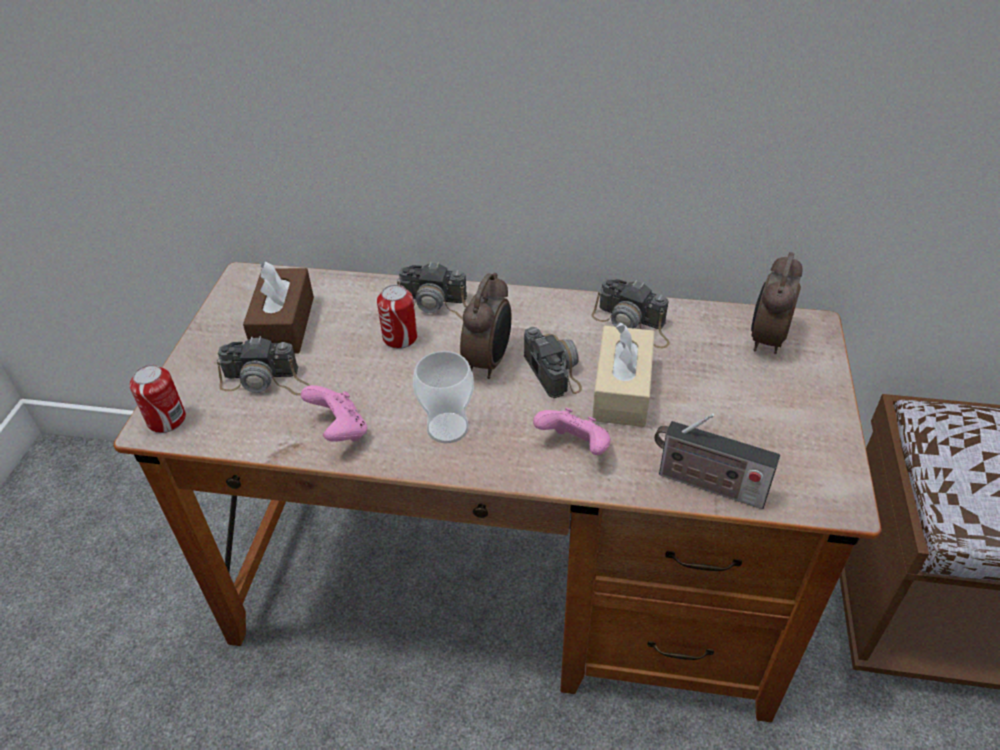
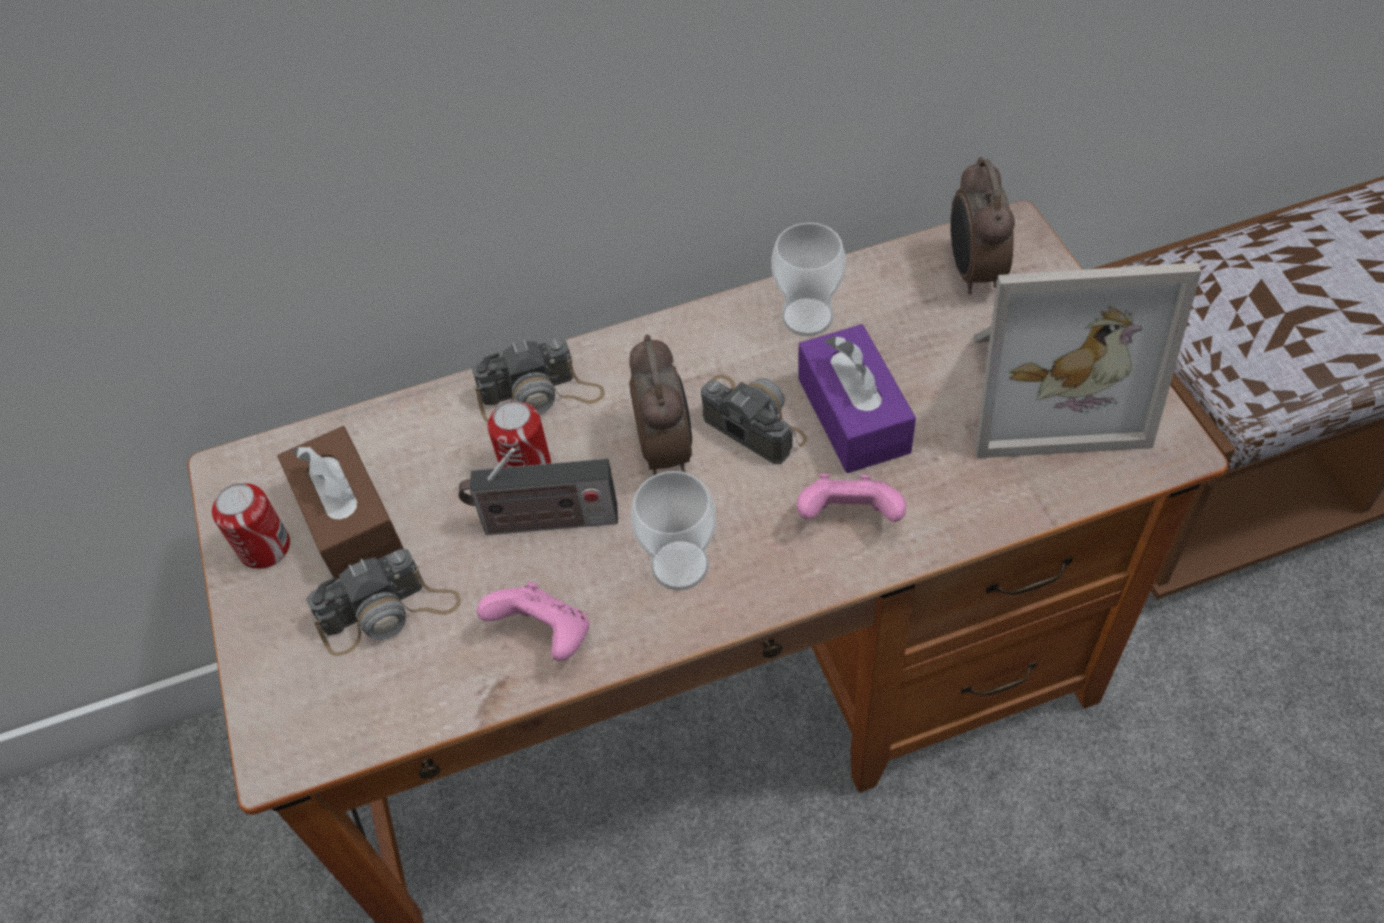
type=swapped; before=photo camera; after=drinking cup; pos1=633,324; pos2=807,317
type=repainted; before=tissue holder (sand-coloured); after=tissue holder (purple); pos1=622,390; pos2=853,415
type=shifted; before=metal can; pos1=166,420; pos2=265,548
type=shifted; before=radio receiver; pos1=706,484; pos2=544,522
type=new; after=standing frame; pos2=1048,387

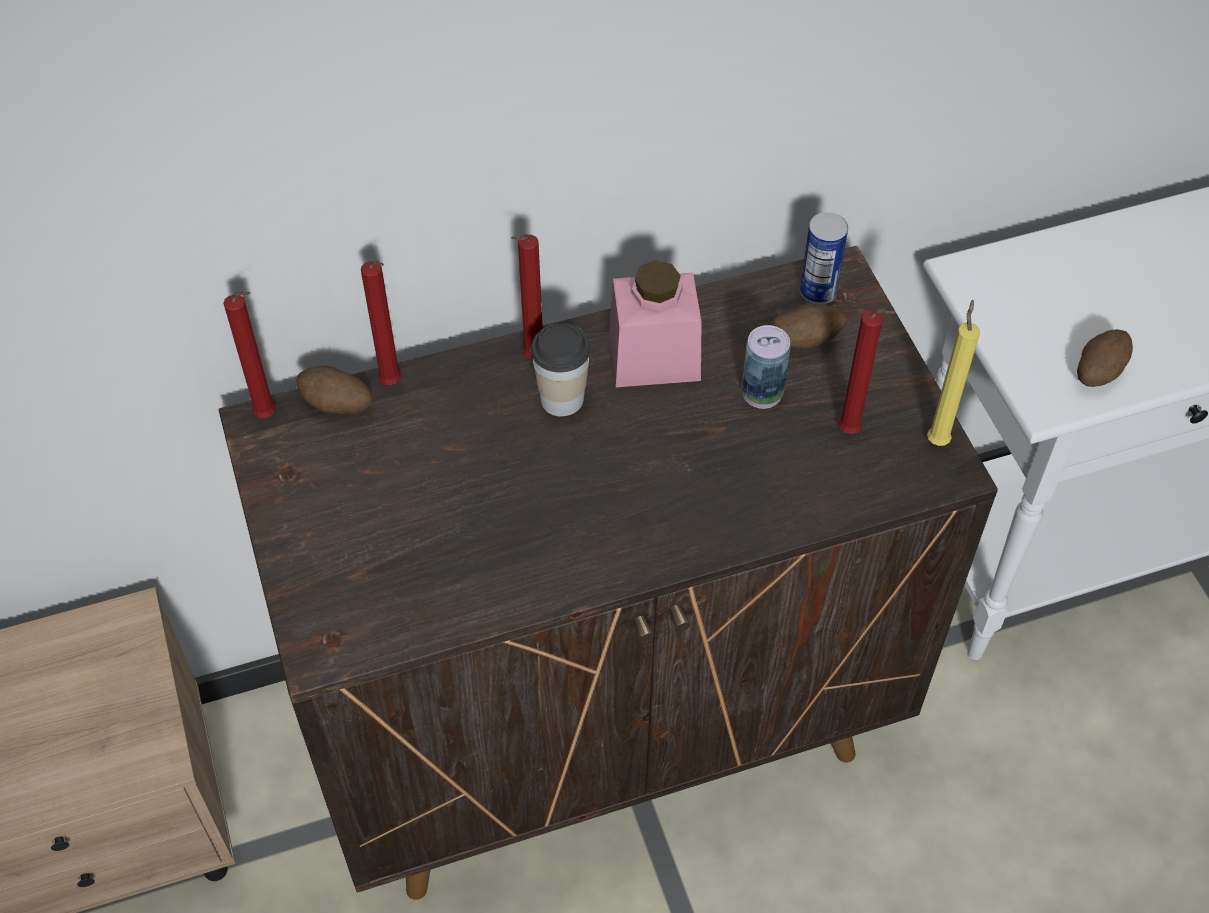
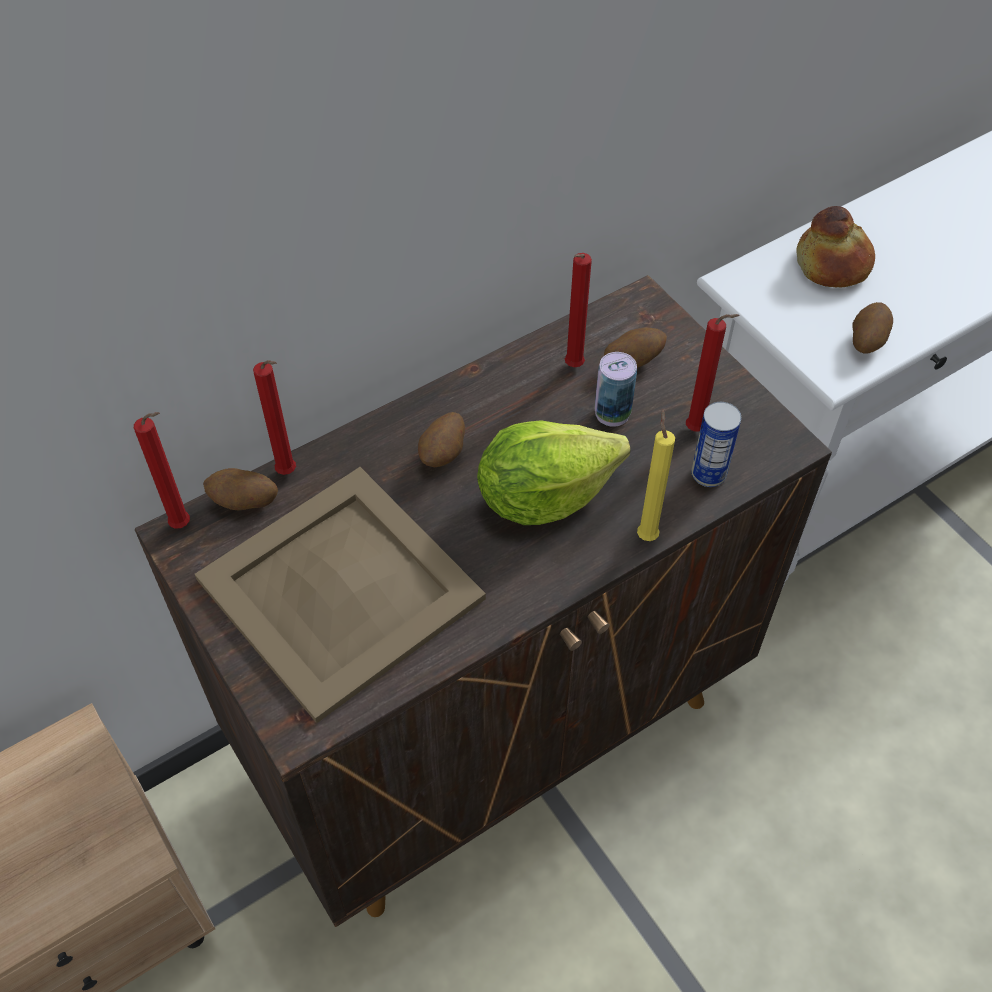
type=shifted; before=metal can; pos1=817,293; pos2=708,474
type=shifted; before=wax light (reddish); pos1=531,358; pos2=572,367
type=gone; before=jar (pinkish); pos1=654,357
type=shifted; before=wax light (yellowish); pos1=937,439; pos2=646,534
type=swapped; before=drinking cup; after=potato; pos1=562,399; pos2=443,454
type=new; after=baked bread; pos2=833,264
type=new; after=lettuce; pos2=544,496
type=new; after=serving tray (sand-coloured); pos2=339,591

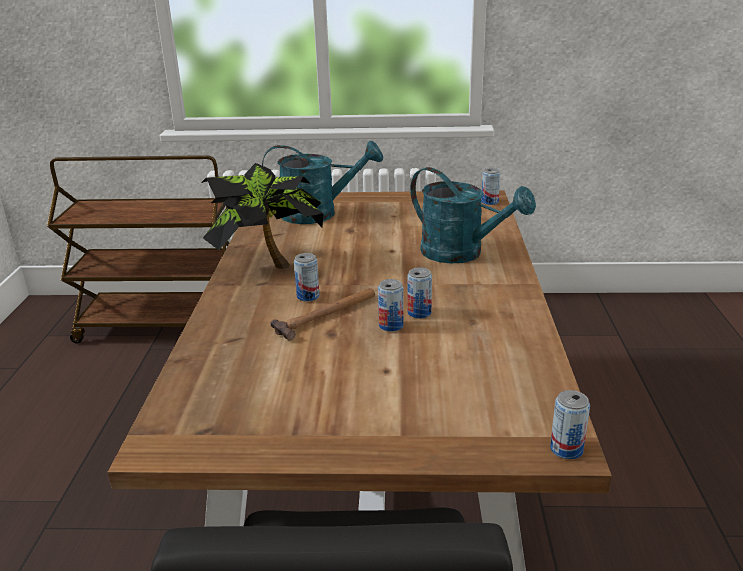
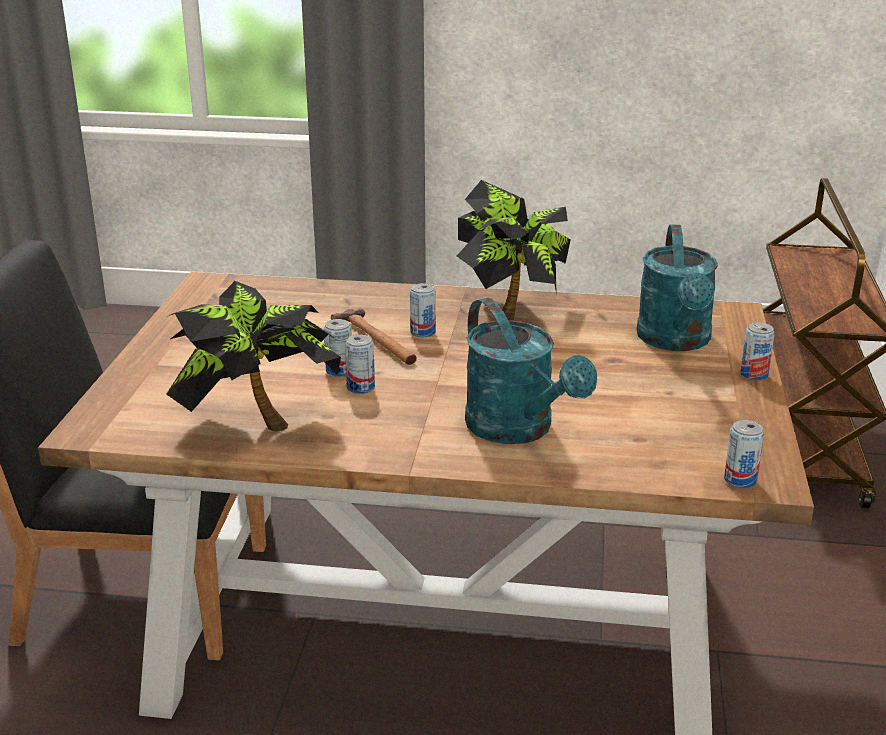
type=rotated; before=watering pot (blue-green); pos1=461,254; pos2=518,430; turn=-75
type=shifted; before=metal can; pos1=566,449; pos2=754,374
type=new; after=plant in a pot; pos2=256,424

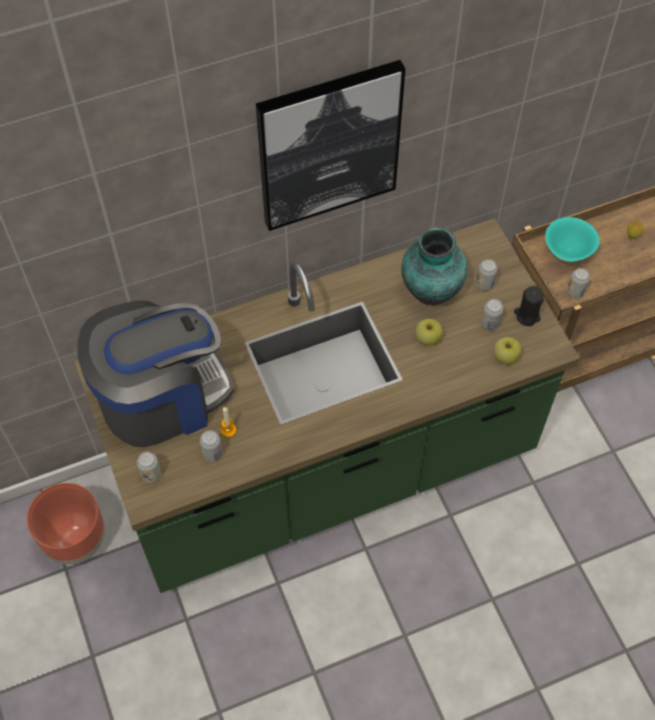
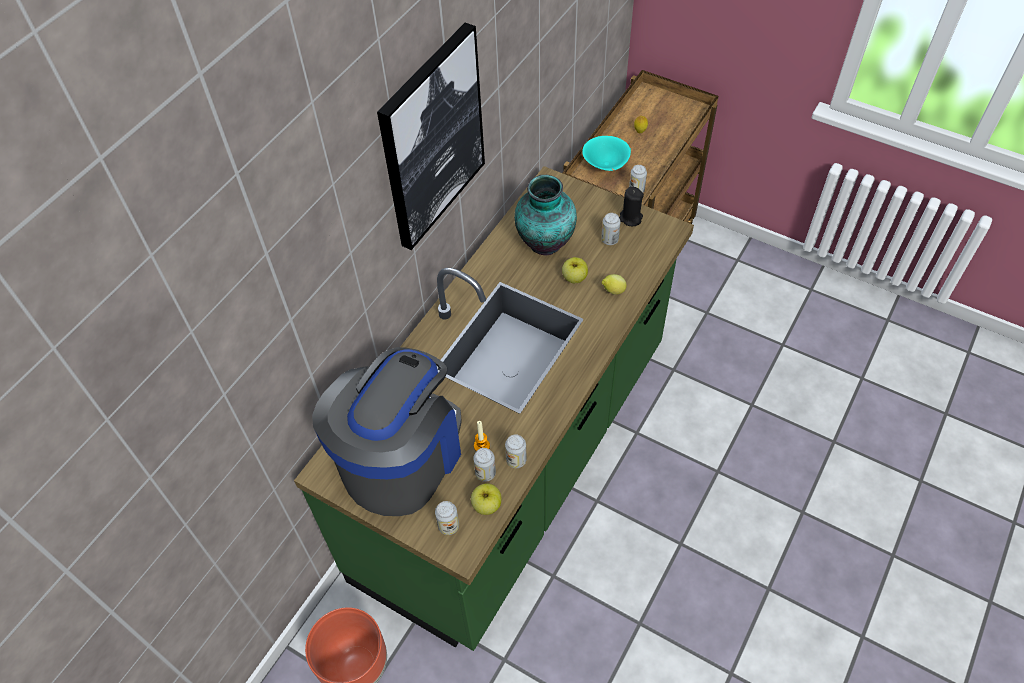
type=shifted; before=metal can; pos1=484,284; pos2=516,460
type=shifted; before=apple fruit; pos1=505,357; pos2=486,505
type=new; after=whole lemon; pos2=613,291

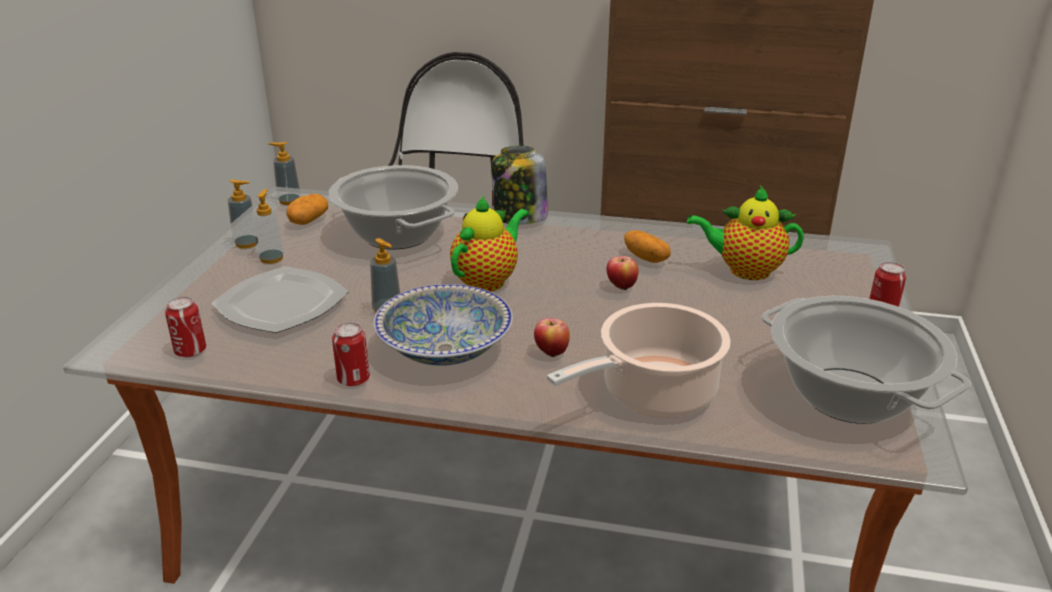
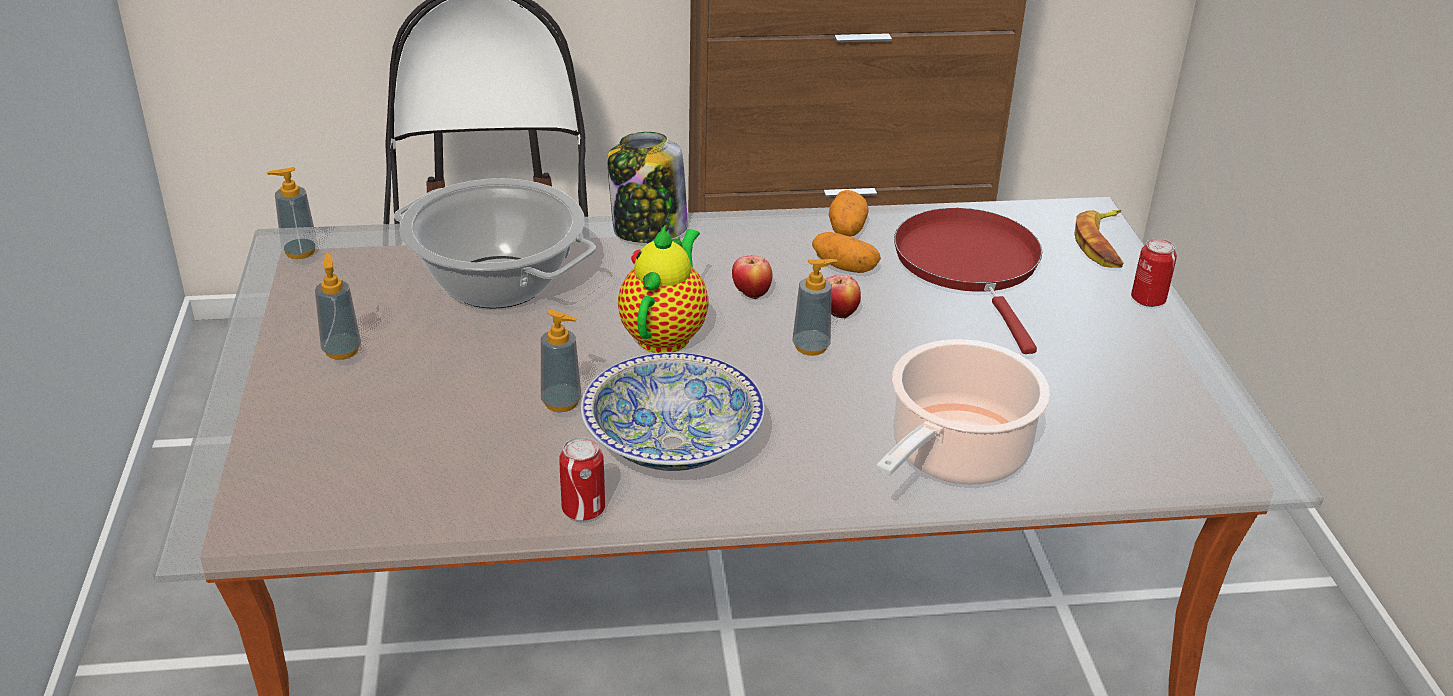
type=shifted; before=liquid soap bottle; pos1=247,244; pos2=811,346
type=swapped; before=tea pot; after=skillet (reddish); pos1=744,270; pos2=970,266
type=shifted; before=potato; pos1=308,220; pos2=846,228
type=gone; before=dinner plate; pos1=280,304
type=gone; before=metal can; pos1=190,351
type=gone; before=cooking pot; pos1=850,396
type=shifted; before=apple fruit; pos1=551,353; pos2=751,295
type=new; after=banana fruit; pos2=1103,244

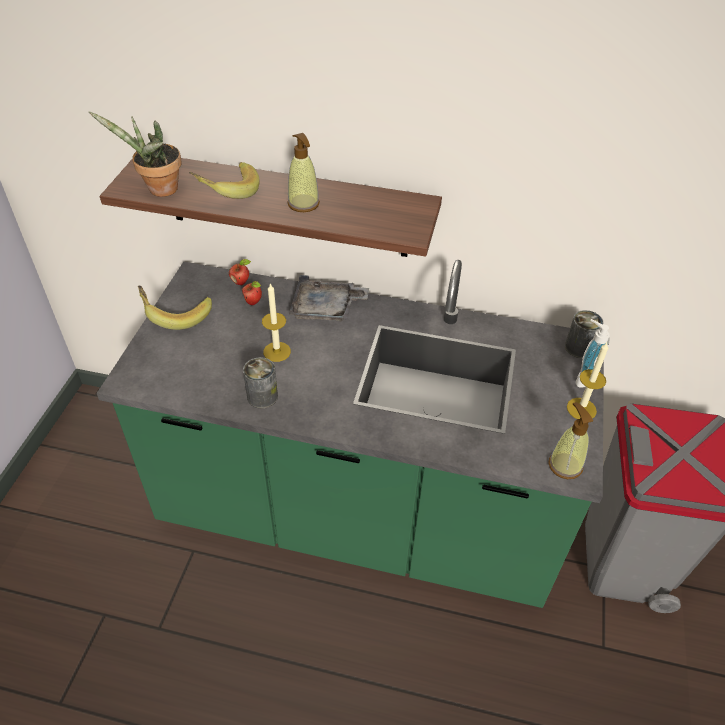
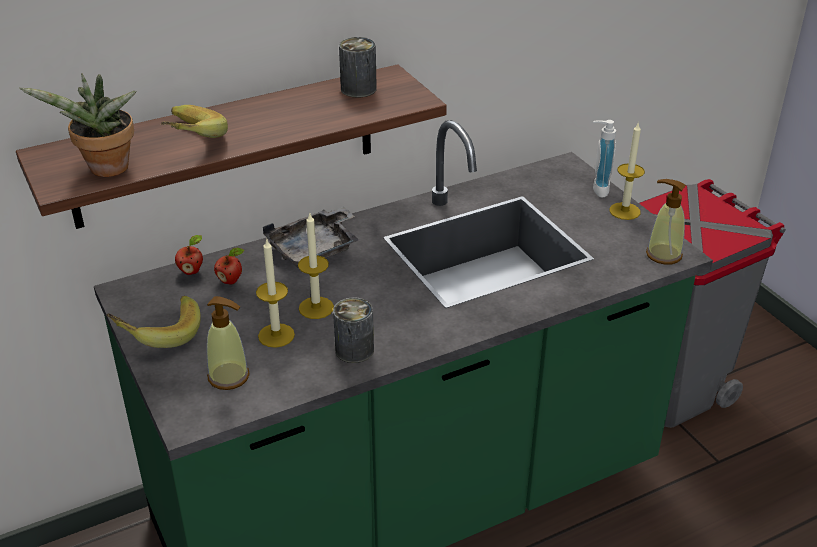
type=shifted; before=liquid soap bottle; pos1=303,204; pos2=229,376
type=shifted; before=metal can; pos1=579,347; pos2=358,89
type=new; after=wax light; pos2=276,335

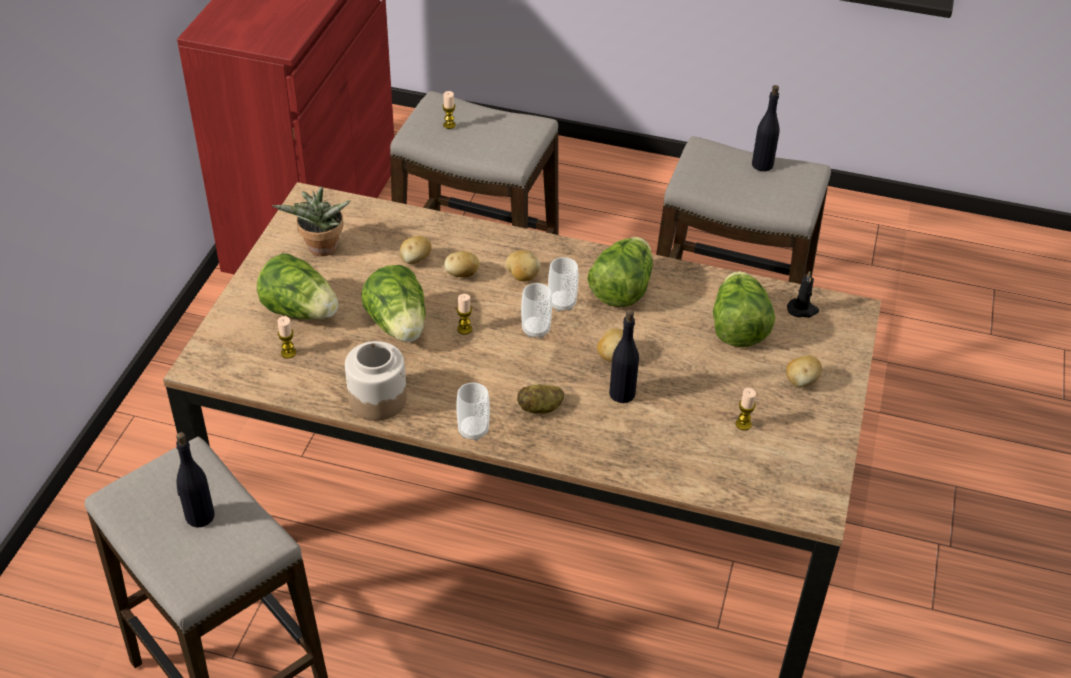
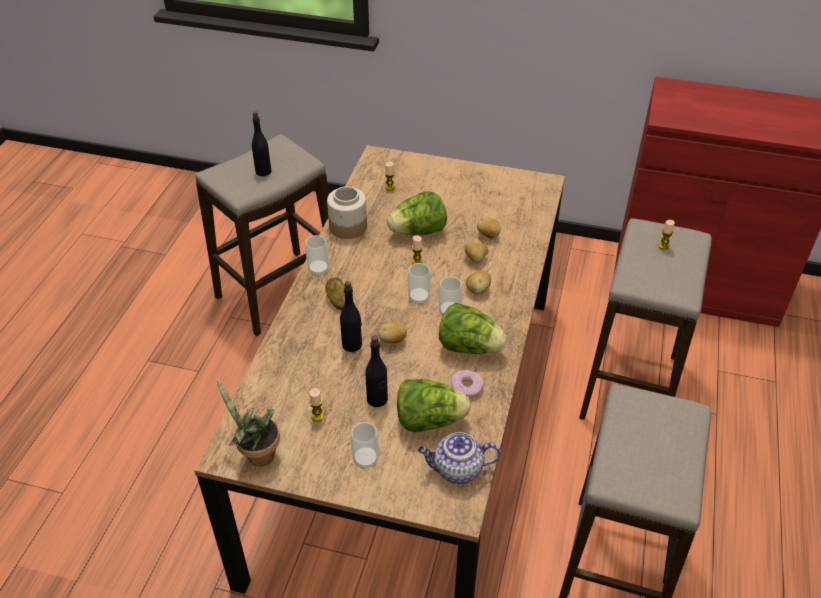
type=shifted; before=beverage bottle (blackish); pos1=762,165; pos2=377,399
type=shifted; before=plant in a pot; pos1=321,250; pos2=256,455
type=gone; before=lettuce; pos1=300,311
type=swapped; before=wax light (blackish); after=tea pot; pos1=802,310; pos2=457,470
type=swapped; before=potato; after=drinking cup; pos1=801,381; pos2=365,460
type=new; after=donut; pos2=467,387

